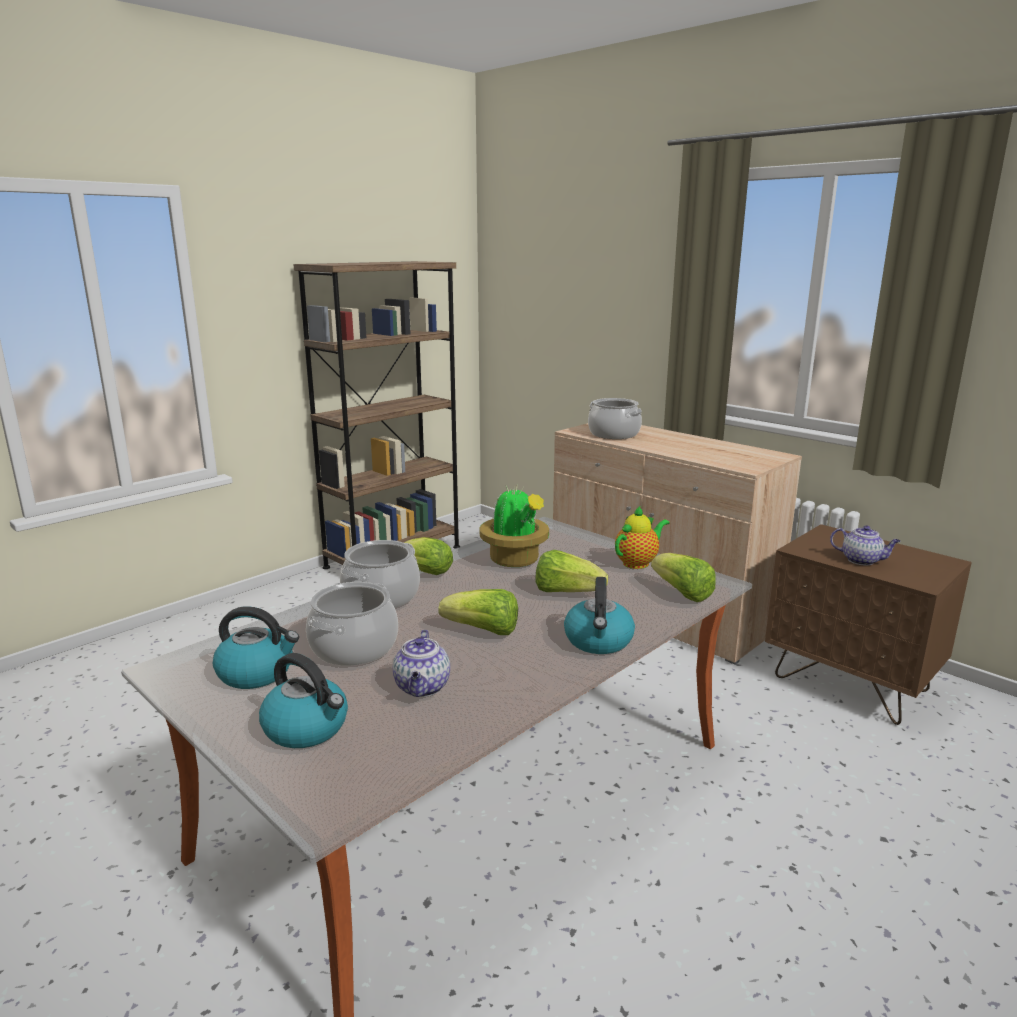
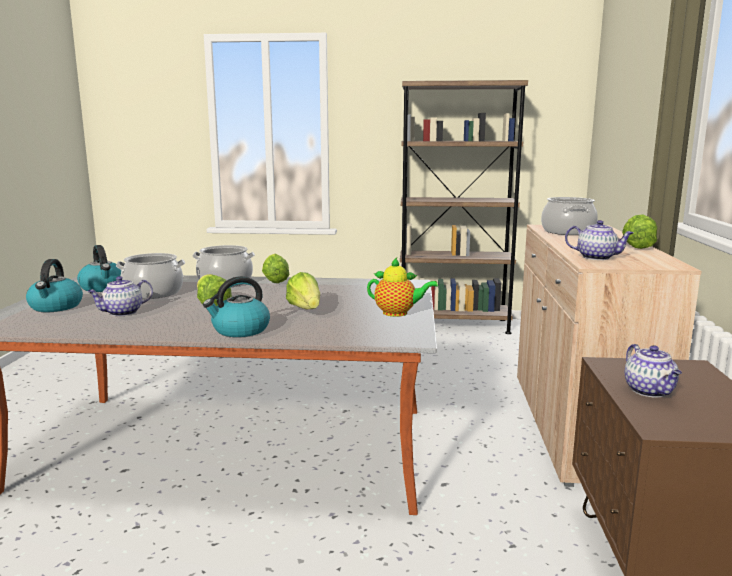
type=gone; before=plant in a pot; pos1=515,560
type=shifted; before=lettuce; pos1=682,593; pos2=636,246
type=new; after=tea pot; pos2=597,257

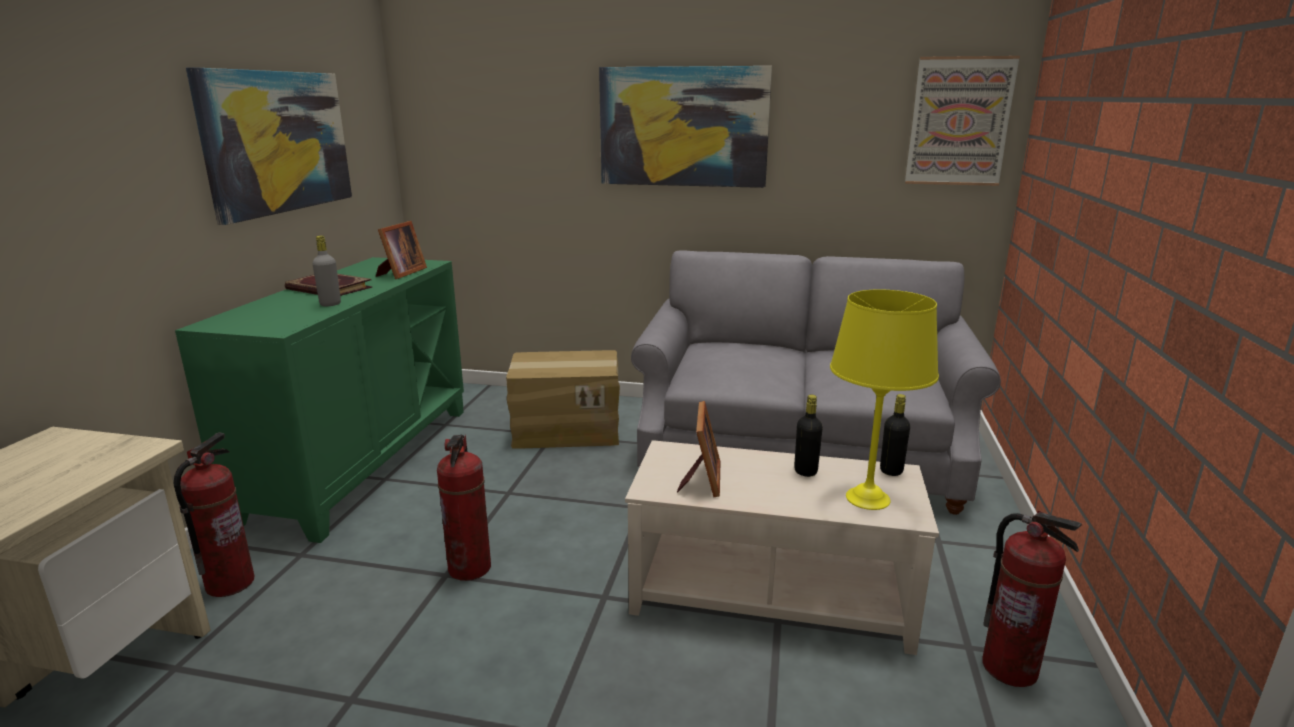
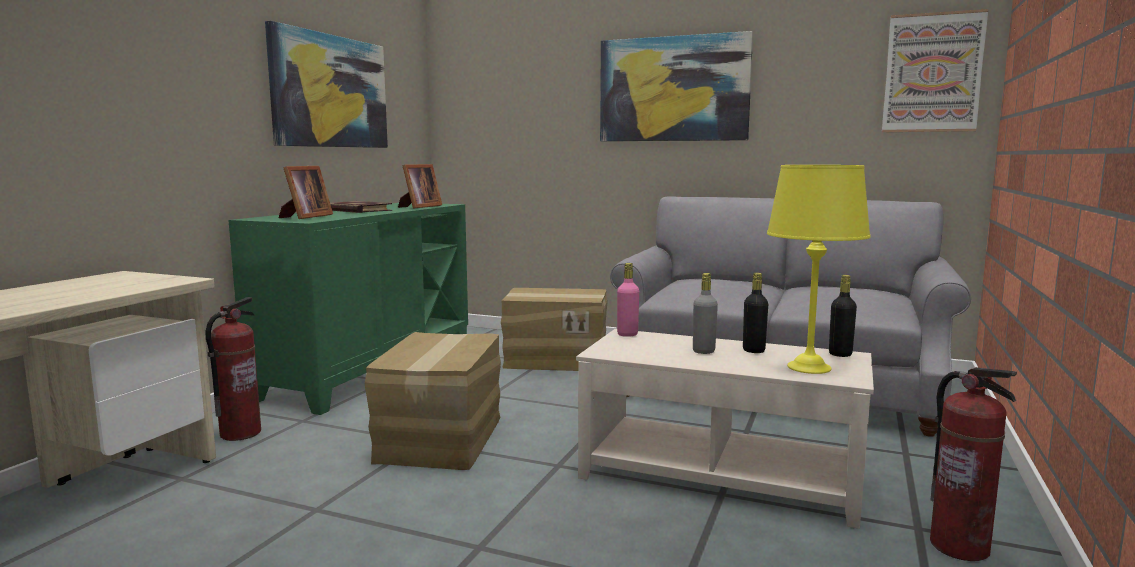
type=shifted; before=beverage bottle (greyish); pos1=330,304; pos2=703,351
type=shifted; before=standing frame; pos1=701,480; pos2=305,217
type=swapped; before=fire extinguisher; after=carton; pos1=470,568; pos2=442,439
type=new; after=beverage bottle (pinkish); pos2=627,334

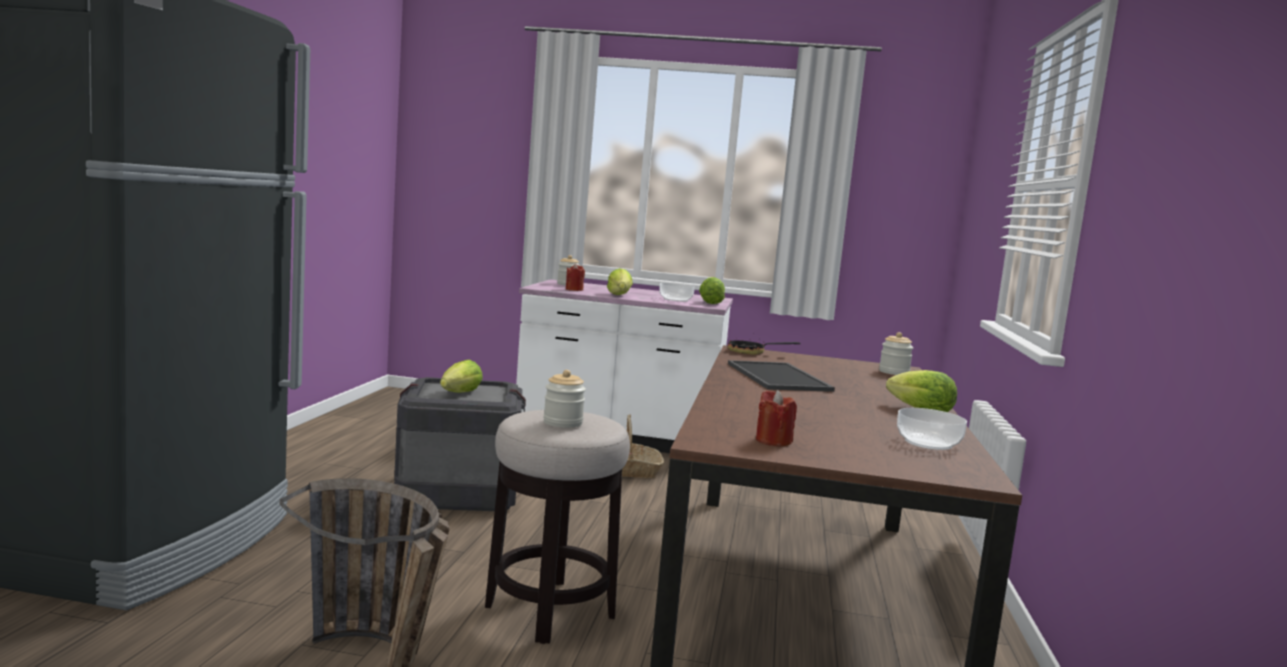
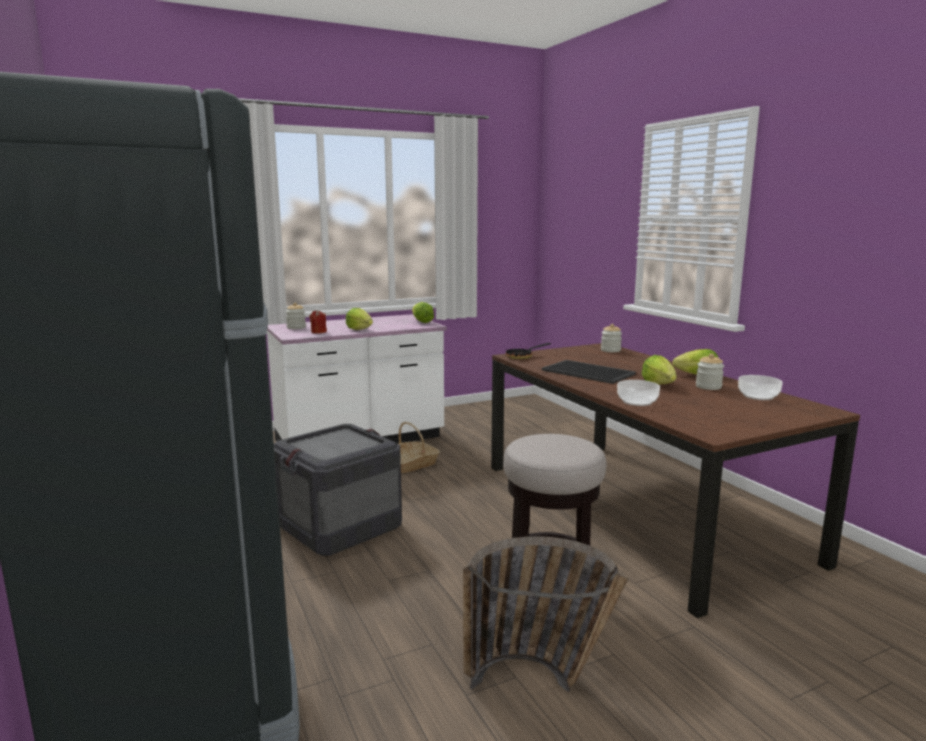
type=shifted; before=deep dish; pos1=675,299; pos2=637,402
type=shifted; before=lettuce; pos1=461,393; pos2=658,384
type=shifted; before=jar; pos1=563,423; pos2=708,387
type=gone; before=wax light (reddish); pos1=773,441

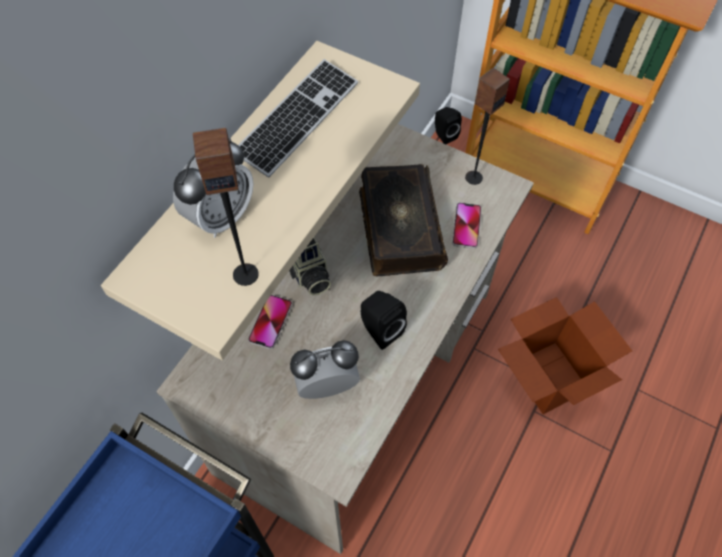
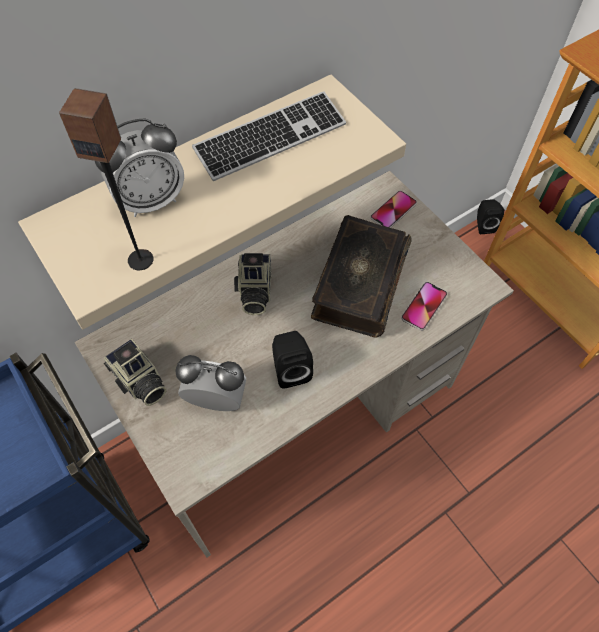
type=gone; before=loudspeaker; pos1=473,177
type=shifted; before=phone; pos1=270,322; pos2=393,211
type=gone; before=carton; pos1=549,377
type=new; after=photo camera; pos2=139,382

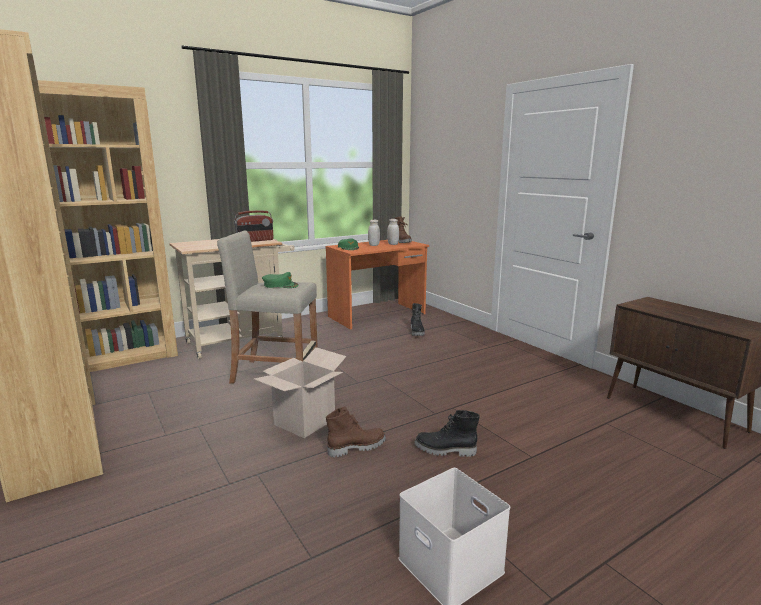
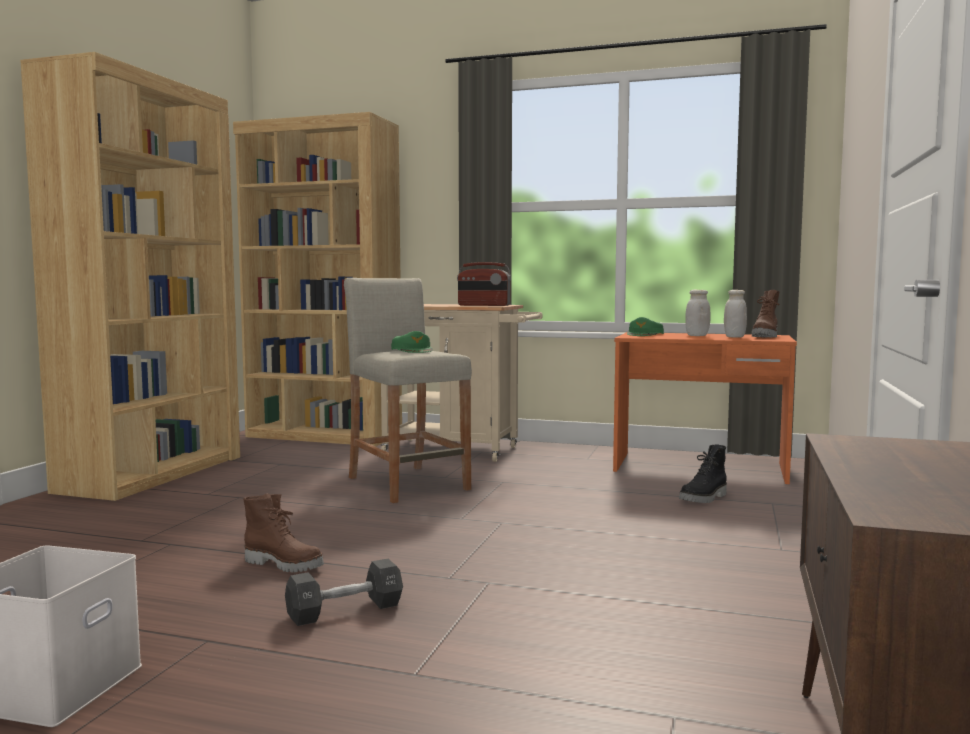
type=gone; before=carton; pos1=304,422
type=swapped; before=boot (blackish); after=free weight (blackish); pos1=445,450; pos2=345,611

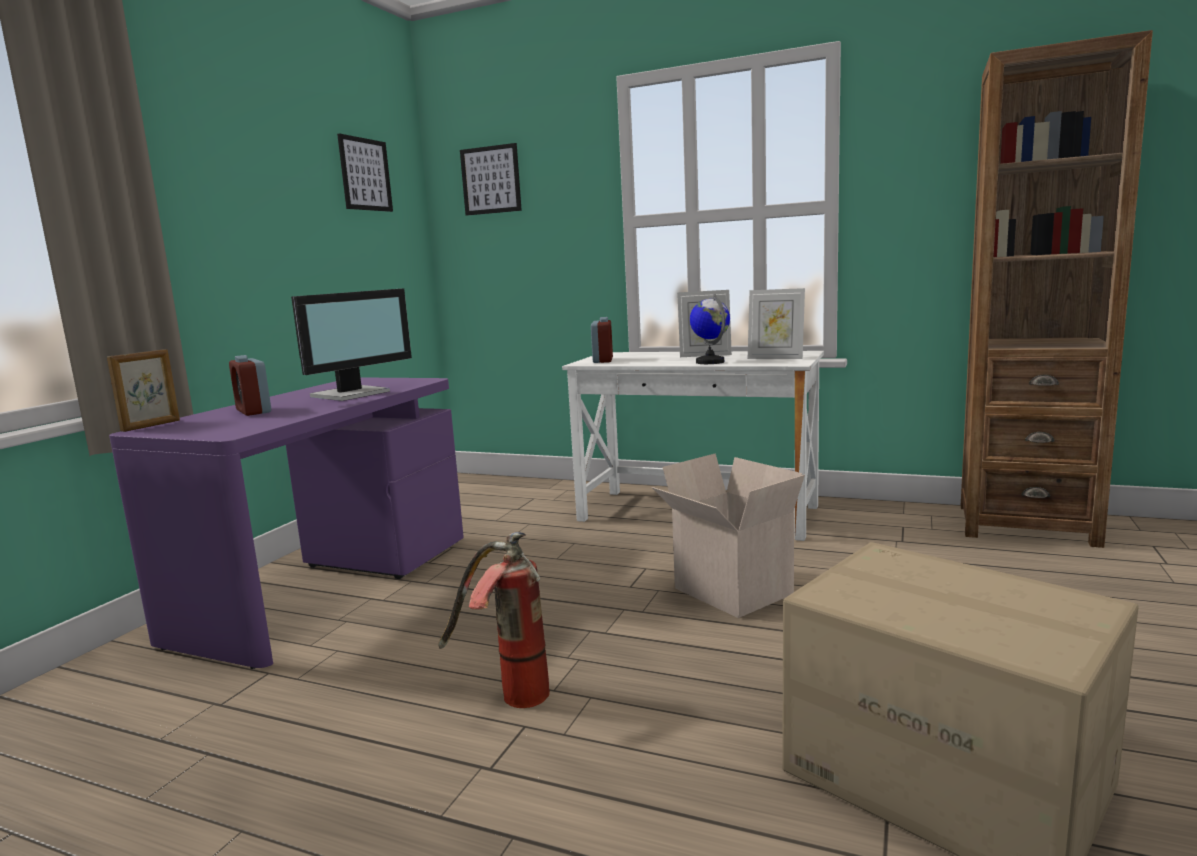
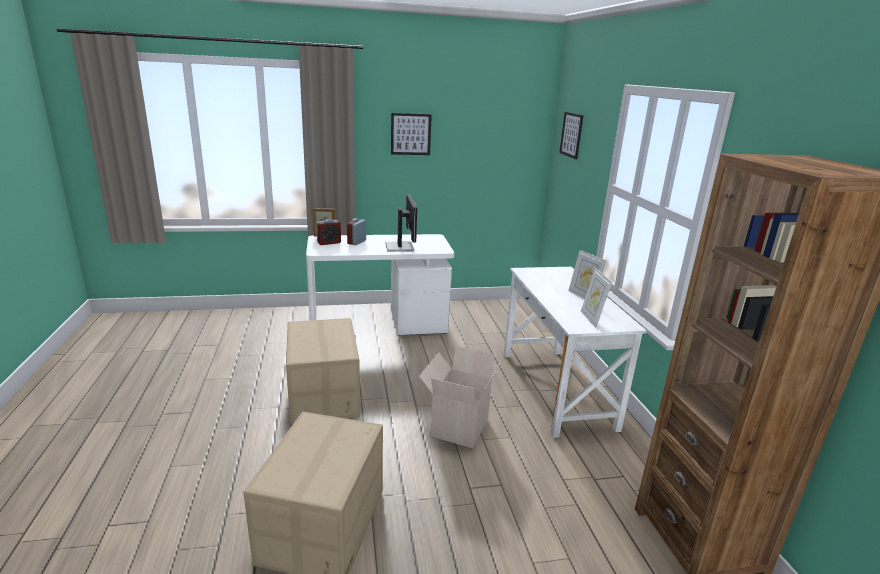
type=shifted; before=wall picture; pos1=365,174; pos2=410,134
type=rotated; before=computer display; pos1=353,394; pos2=401,247; turn=-105
type=gone; before=desk globe; pos1=710,362
type=shifted; before=alarm clock; pos1=603,360; pos2=329,243
type=repainted; before=desk (purple); after=desk (white-coloured); pos1=329,586; pos2=379,324
type=swapped; before=fire extinguisher; after=carton; pos1=507,695; pos2=324,395

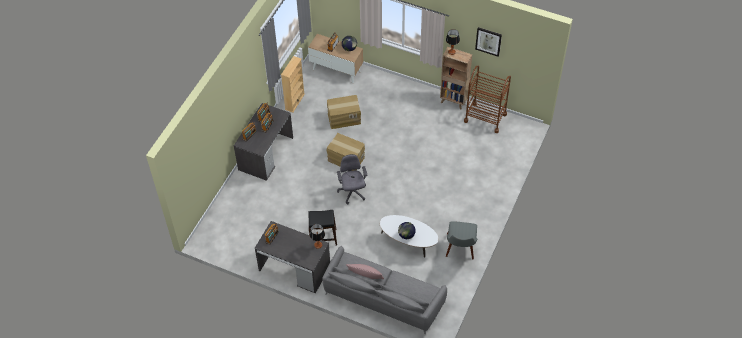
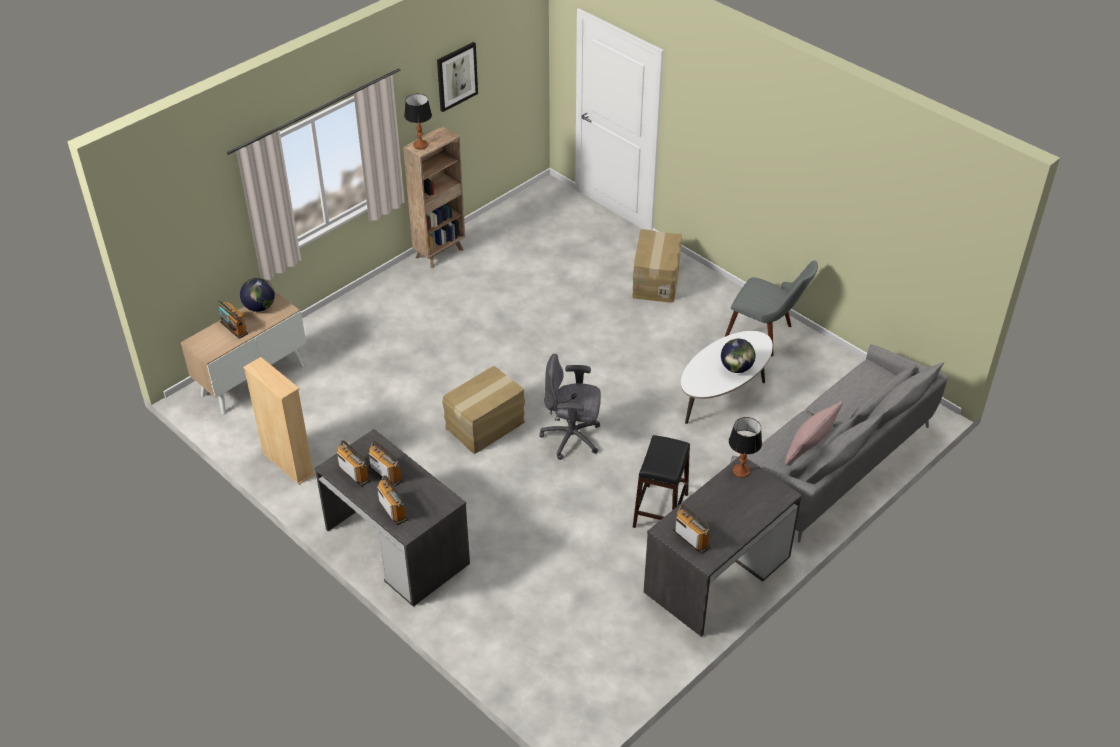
type=gone; before=trolley (brown); pos1=485,118
type=shifted; before=carton; pos1=344,118; pos2=655,281

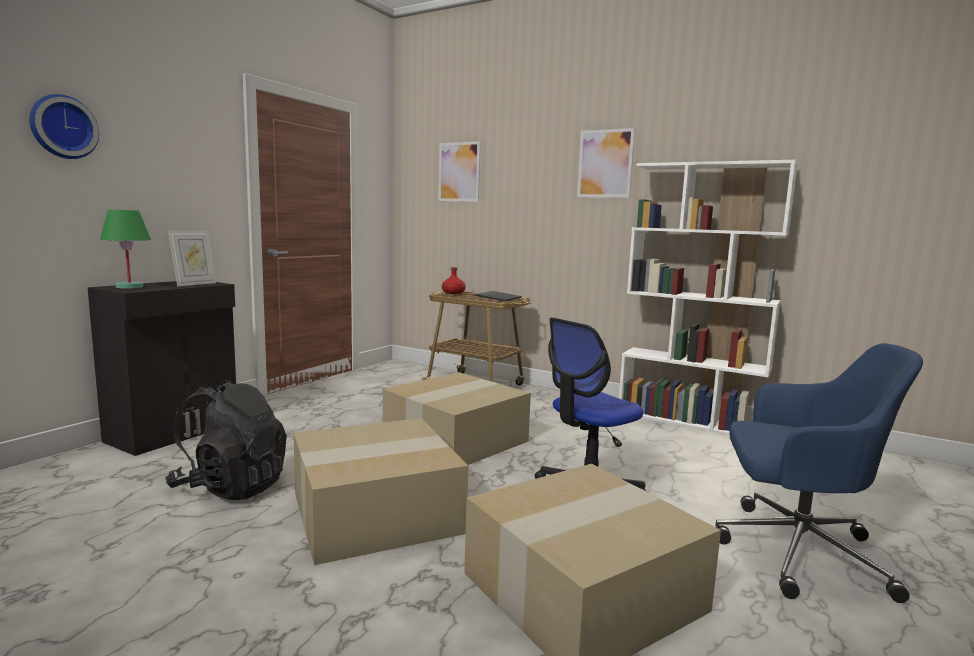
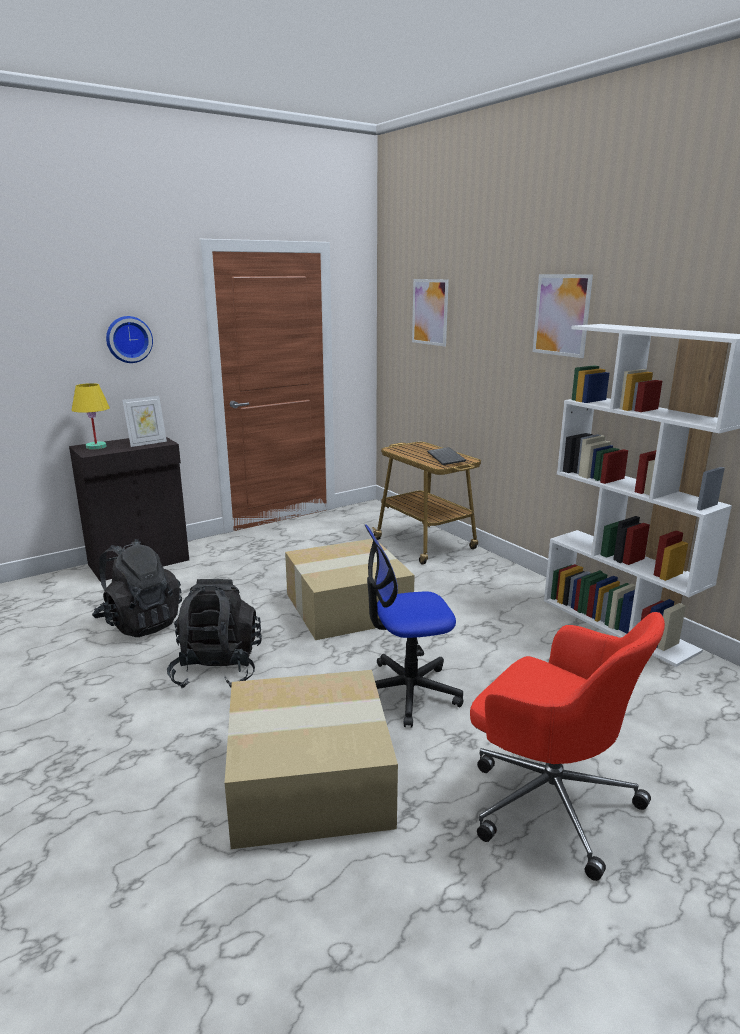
type=shifted; before=clock on the wall; pos1=62,127; pos2=128,339
type=repainted; before=table lamp (green-coloured); after=table lamp (yellowish); pos1=129,287; pos2=95,447
type=gone; before=beverage bottle (reddish); pos1=453,293
type=repainted; before=desk chair (blue); after=desk chair (reddish); pos1=795,551; pos2=548,799
type=swapped; before=carton; after=backpack (blackish); pos1=374,514; pos2=217,670

